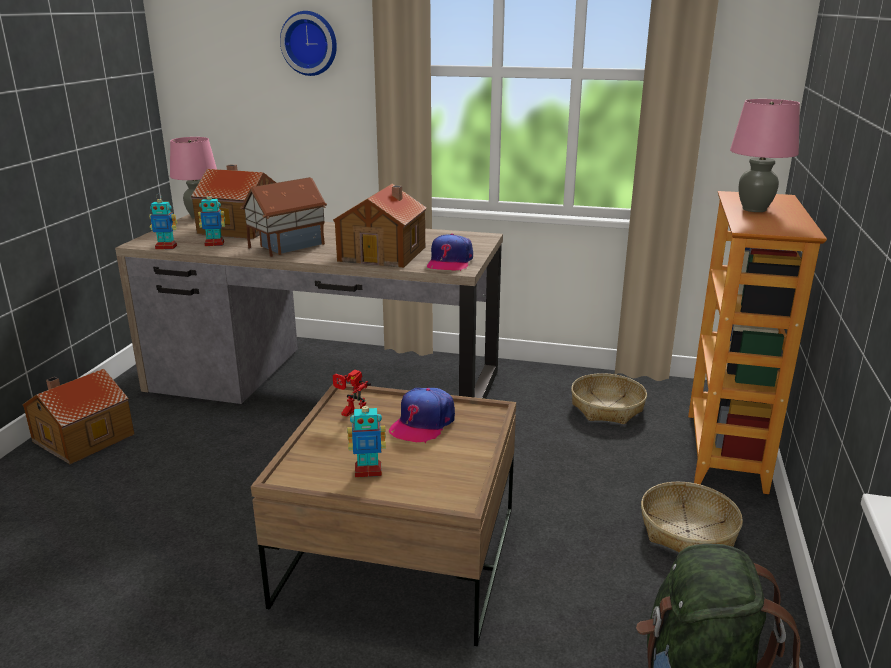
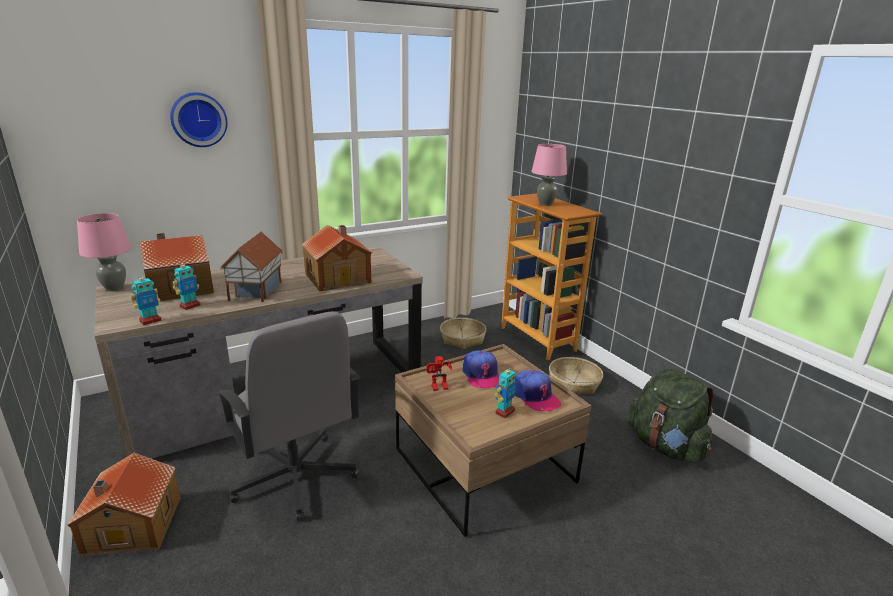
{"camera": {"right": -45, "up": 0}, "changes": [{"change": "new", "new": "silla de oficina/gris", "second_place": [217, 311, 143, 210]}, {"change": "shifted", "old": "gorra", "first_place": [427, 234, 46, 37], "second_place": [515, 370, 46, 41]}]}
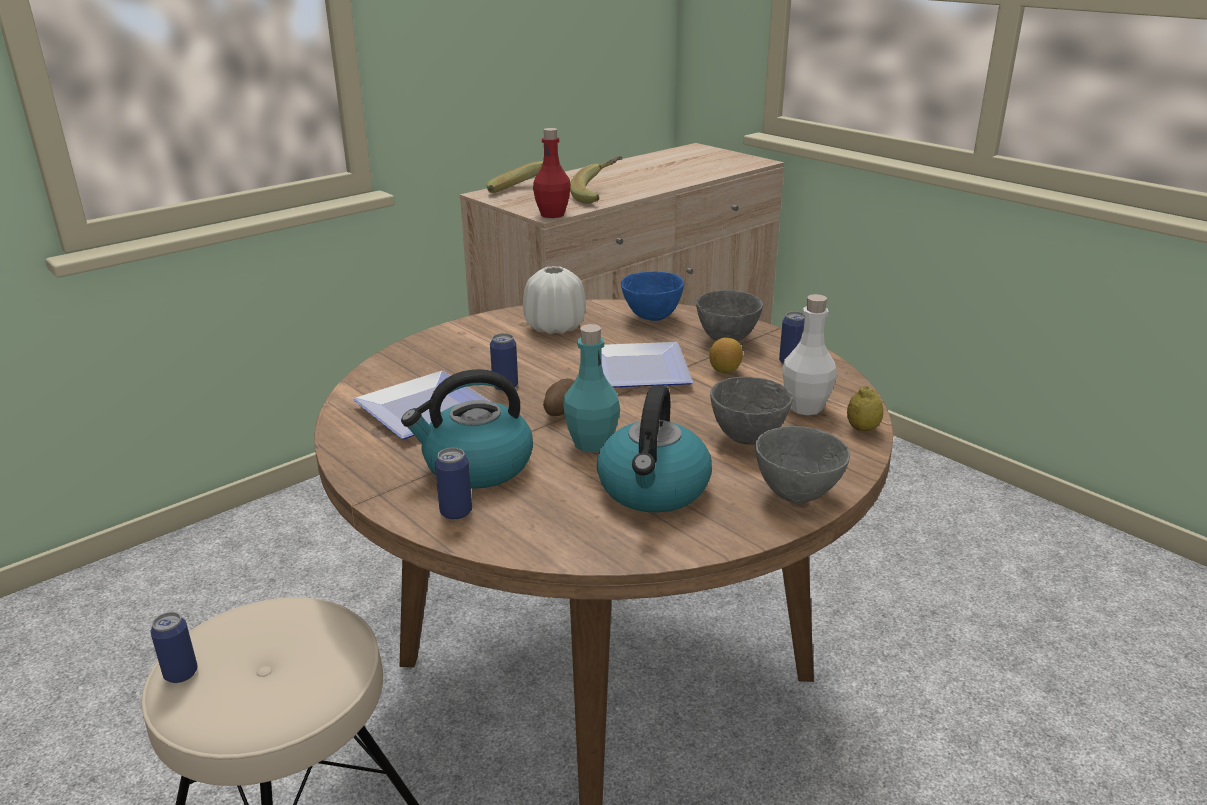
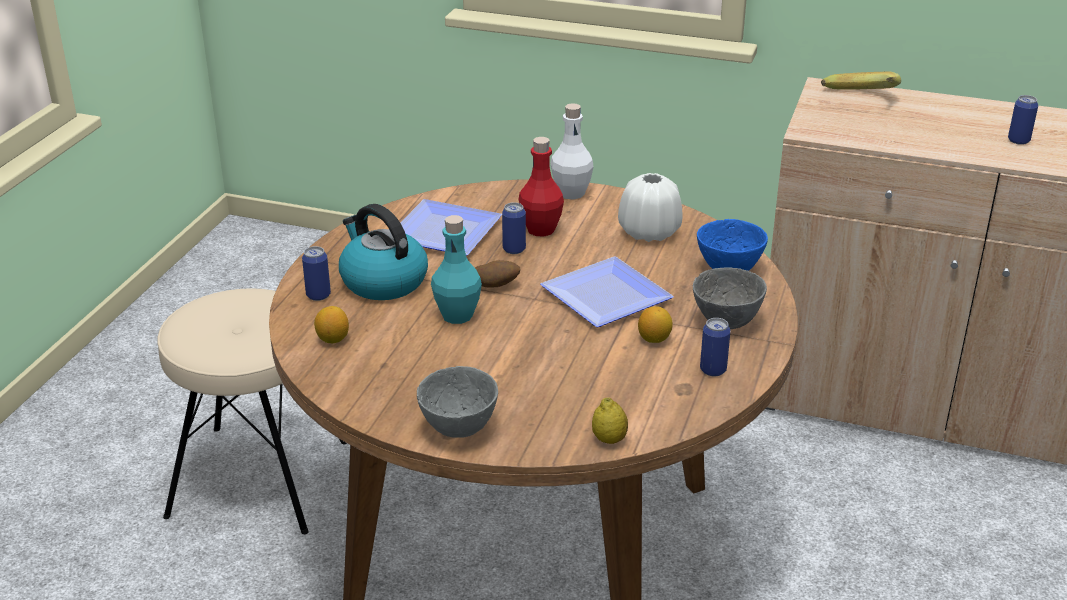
{"camera": {"right": 60, "up": 5}, "changes": [{"change": "gone", "old": "plátano", "first_place": [570, 156, 52, 48]}, {"change": "gone", "old": "hervidor", "first_place": [597, 385, 115, 128]}, {"change": "gone", "old": "cuenco/gris", "first_place": [710, 377, 83, 68]}, {"change": "new", "new": "limón", "second_place": [314, 306, 35, 37]}, {"change": "shifted", "old": "lata", "first_place": [150, 612, 48, 71], "second_place": [1008, 95, 30, 50]}, {"change": "shifted", "old": "botella/rojo", "first_place": [533, 128, 38, 90], "second_place": [519, 137, 45, 100]}, {"change": "shifted", "old": "botella/blanco", "first_place": [782, 294, 55, 121], "second_place": [550, 103, 44, 97]}]}
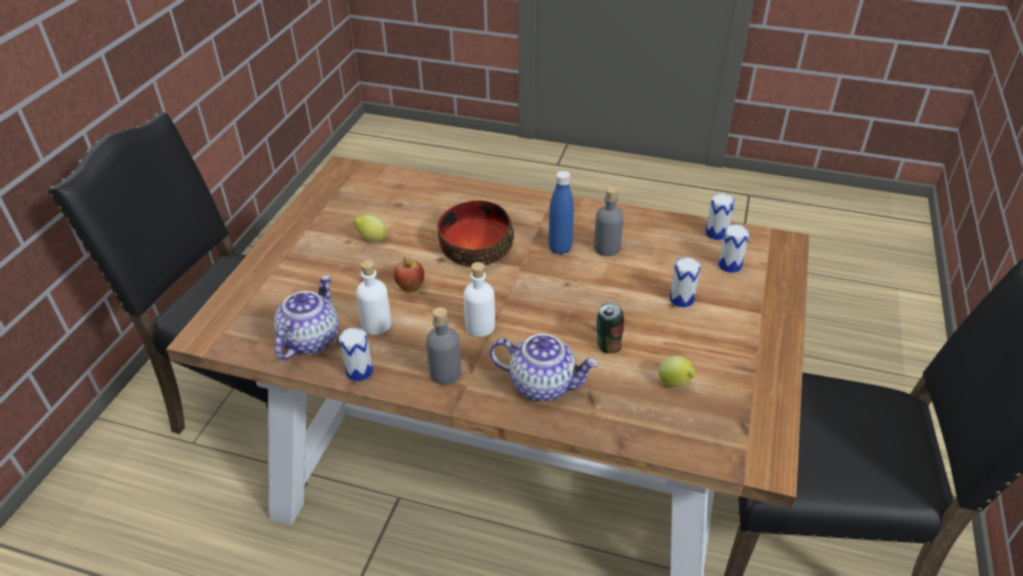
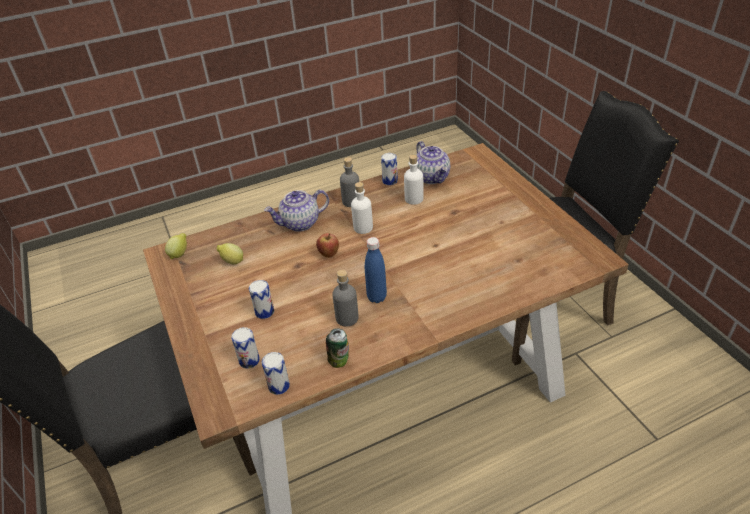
{"camera": {"right": 140, "up": 0}, "changes": [{"change": "gone", "old": "cuenco", "first_place": [437, 200, 77, 67]}, {"change": "shifted", "old": "limón", "first_place": [353, 215, 34, 27], "second_place": [165, 233, 22, 26]}, {"change": "shifted", "old": "manzana", "first_place": [394, 258, 30, 34], "second_place": [316, 233, 23, 25]}, {"change": "shifted", "old": "lata", "first_place": [597, 302, 27, 51], "second_place": [326, 328, 23, 40]}]}
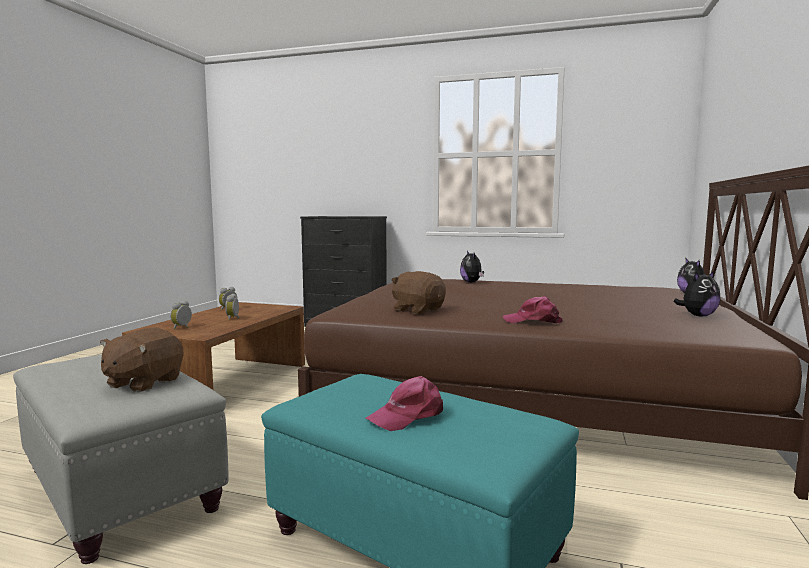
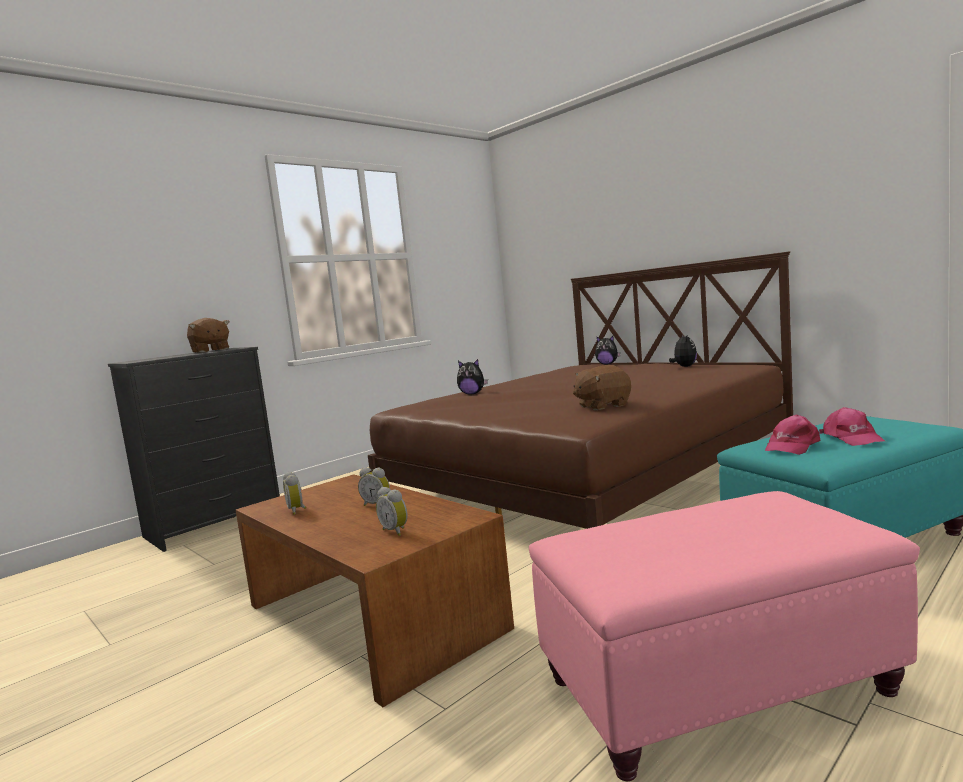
{"camera": {"right": -60, "up": 0}, "changes": [{"change": "shifted", "old": "peluche/marrón", "first_place": [100, 327, 83, 66], "second_place": [187, 318, 42, 34]}, {"change": "shifted", "old": "gorra/rosa", "first_place": [503, 296, 60, 27], "second_place": [765, 415, 56, 40]}, {"change": "repainted", "old": "puf/gris", "new": "puf/rosa", "first_place": [13, 355, 216, 209], "second_place": [529, 491, 391, 290]}]}
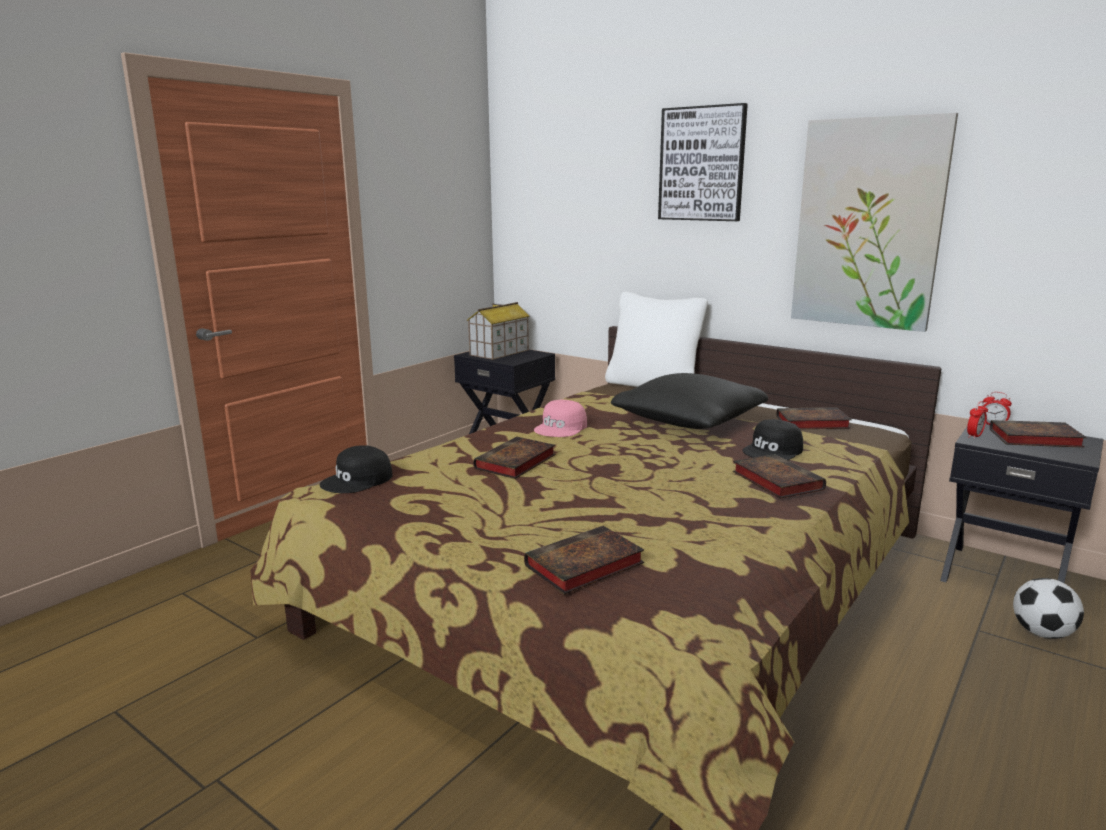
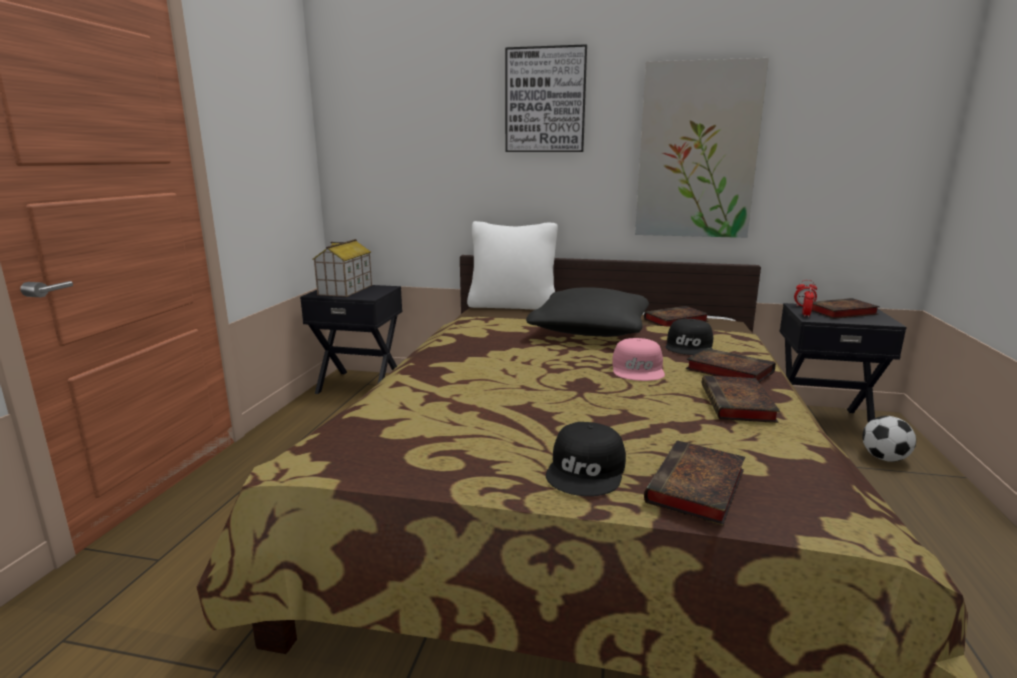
{"camera": {"right": -25, "up": 0}, "changes": [{"change": "shifted", "old": "gorra/negro", "first_place": [320, 445, 73, 48], "second_place": [546, 422, 80, 74]}, {"change": "shifted", "old": "libro", "first_place": [473, 437, 82, 42], "second_place": [702, 375, 78, 48]}, {"change": "shifted", "old": "gorra/rosa", "first_place": [534, 400, 53, 37], "second_place": [612, 338, 53, 43]}]}
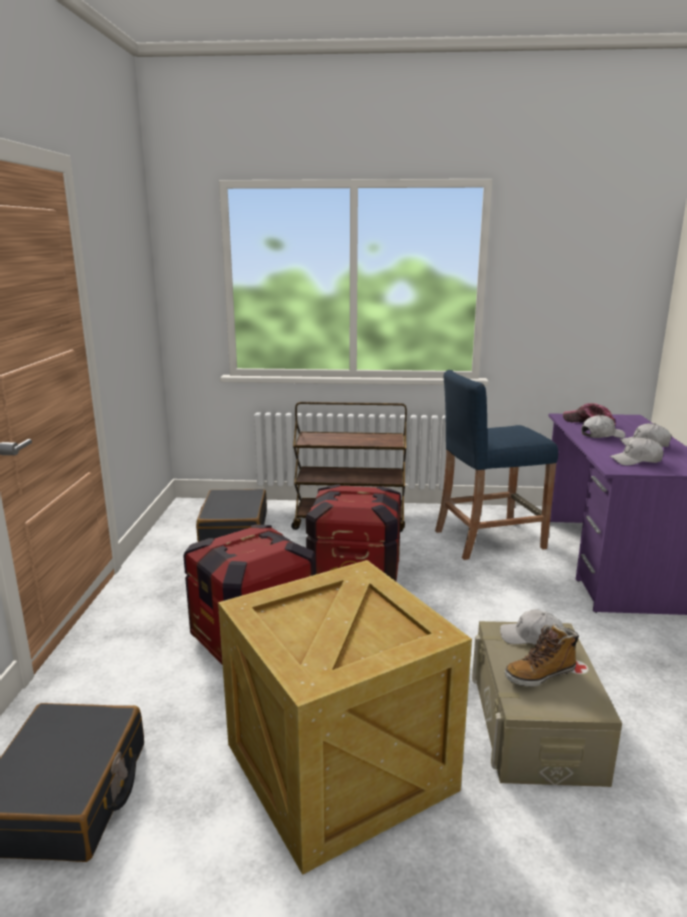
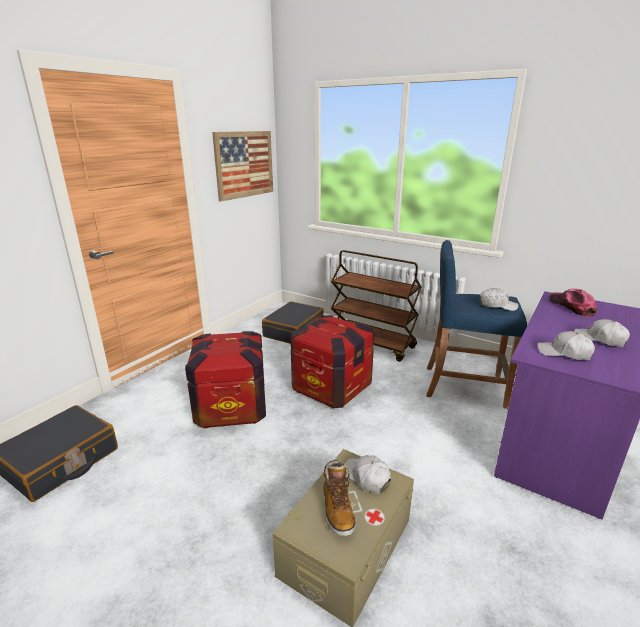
{"camera": {"right": 30, "up": 5}, "changes": [{"change": "gone", "old": "caja de embalaje", "first_place": [218, 560, 254, 315]}, {"change": "new", "new": "cuadro", "second_place": [212, 131, 61, 71]}, {"change": "shifted", "old": "gorra/blanco", "first_place": [581, 415, 44, 23], "second_place": [480, 288, 39, 23]}, {"change": "rotated", "old": "bota", "first_place": [505, 624, 74, 63], "second_place": [323, 460, 33, 76], "degrees": -105}]}
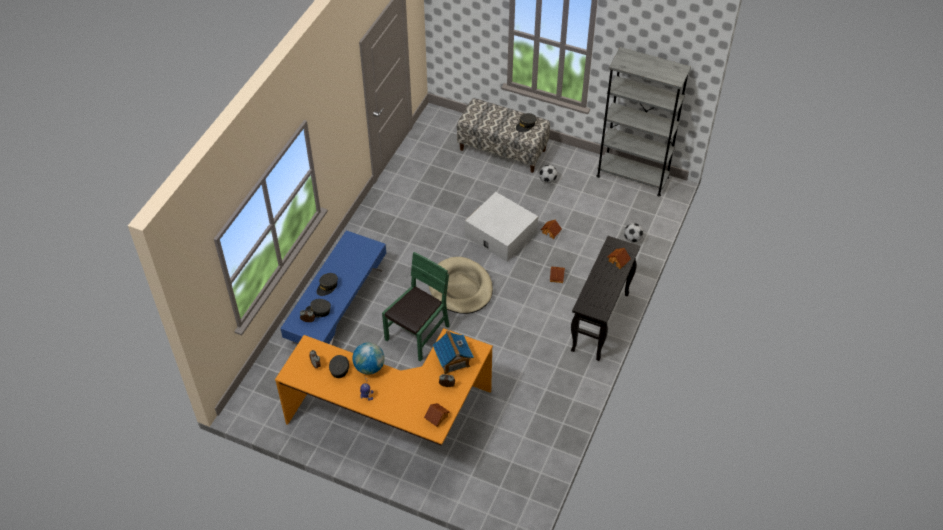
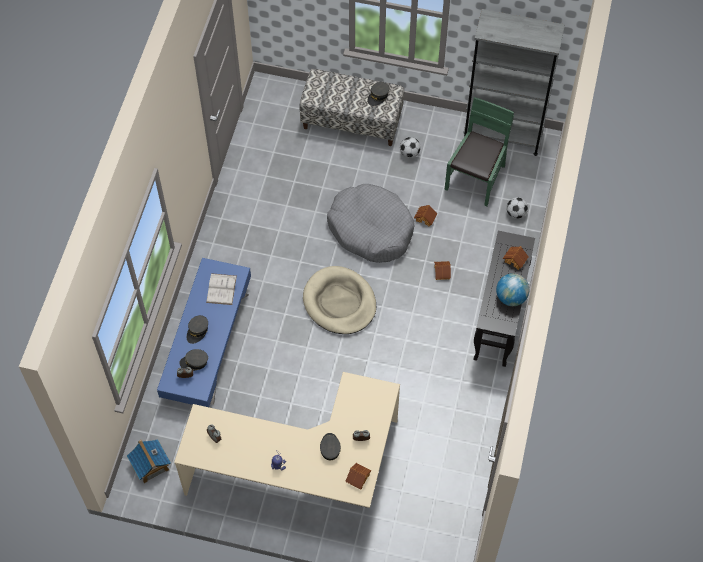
{"camera": {"right": -10, "up": 10}, "changes": [{"change": "new", "new": "libro/blanco", "second_place": [206, 273, 31, 32]}, {"change": "shifted", "old": "gorra/gris", "first_place": [329, 355, 20, 23], "second_place": [320, 433, 21, 27]}, {"change": "shifted", "old": "globo terráqueo", "first_place": [352, 342, 33, 33], "second_place": [496, 273, 33, 33]}, {"change": "shifted", "old": "silla/verde", "first_place": [382, 252, 67, 110], "second_place": [444, 97, 70, 109]}, {"change": "shifted", "old": "casita", "first_place": [433, 330, 41, 44], "second_place": [127, 439, 44, 44]}, {"change": "swapped", "old": "caja de almacenaje/blanco", "new": "cama para perro/gris", "first_place": [465, 192, 73, 70], "second_place": [327, 184, 87, 79]}, {"change": "repainted", "old": "escritorio/naranja", "new": "escritorio/beis", "first_place": [275, 328, 218, 117], "second_place": [174, 372, 226, 136]}]}
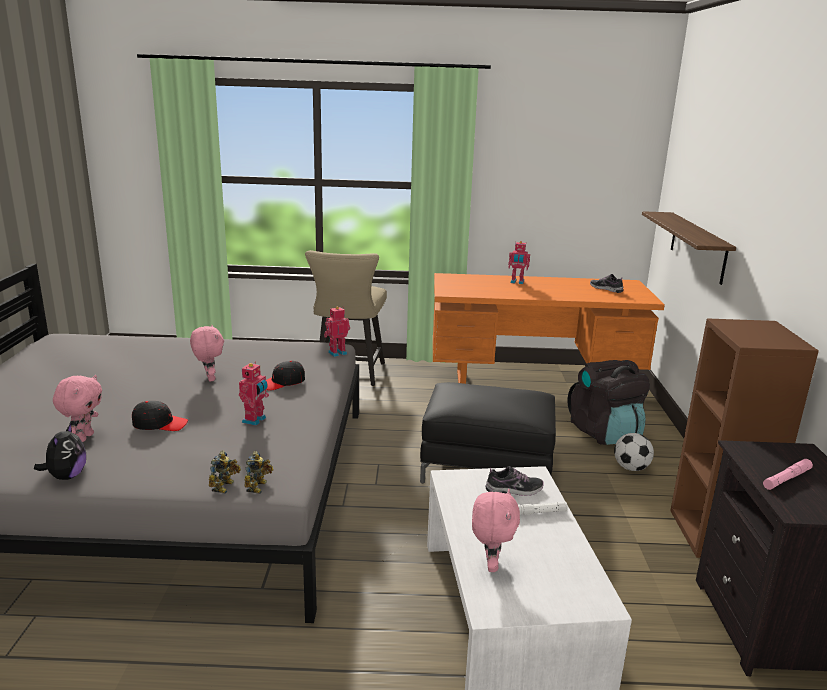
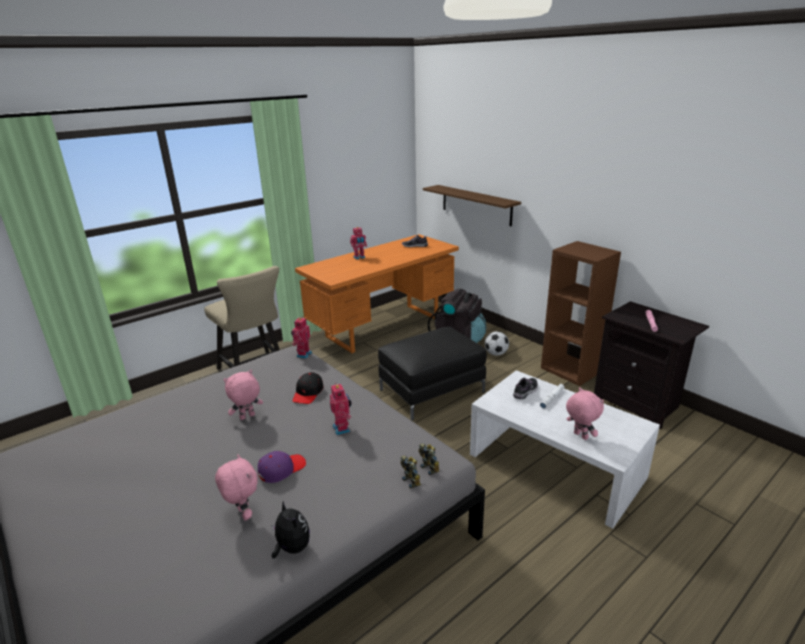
{"camera": {"right": -40, "up": 5}, "changes": [{"change": "repainted", "old": "gorra/negro", "new": "gorra/morado", "first_place": [132, 401, 56, 30], "second_place": [258, 451, 48, 32]}, {"change": "rotated", "old": "peluche/rosa", "first_place": [190, 325, 34, 56], "second_place": [223, 370, 40, 50], "degrees": -60}]}
